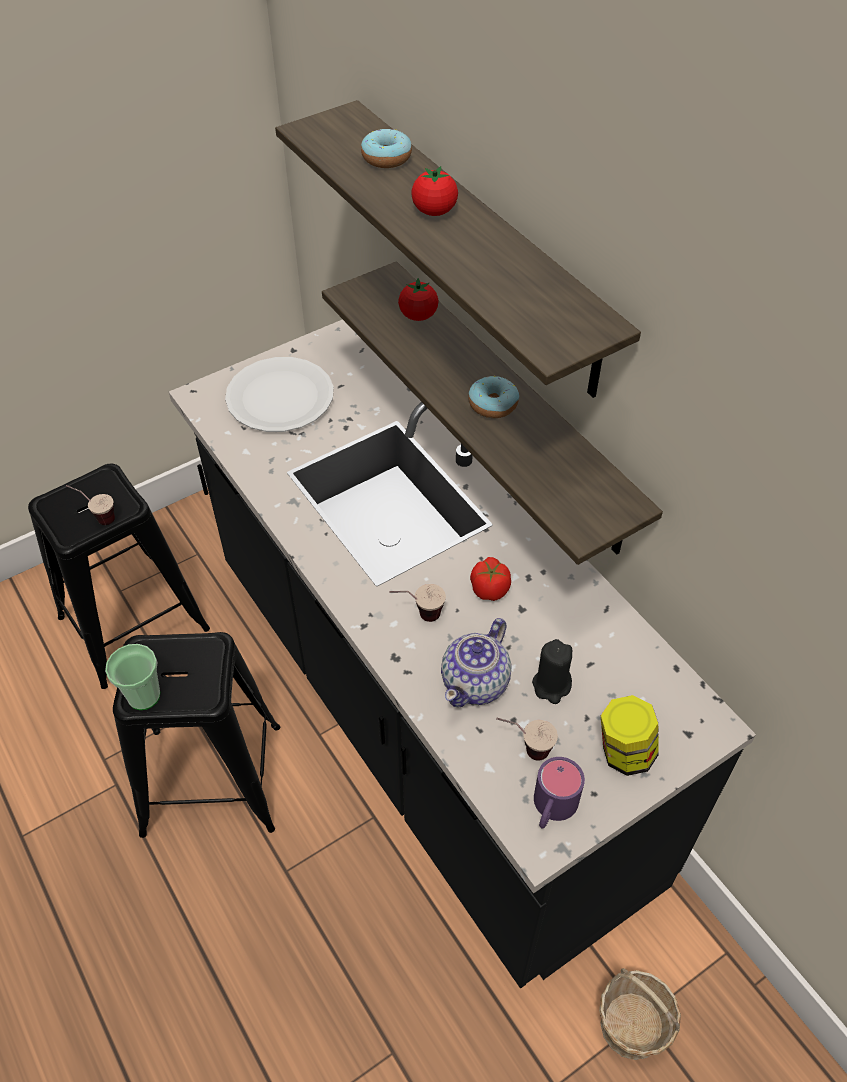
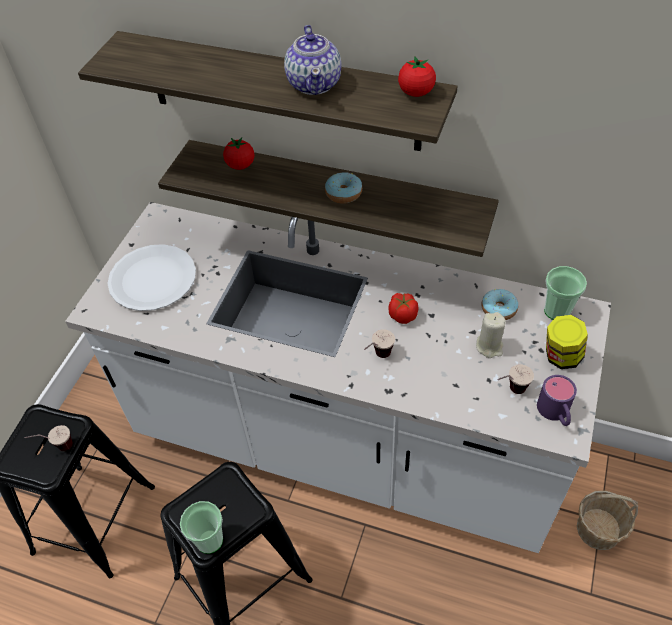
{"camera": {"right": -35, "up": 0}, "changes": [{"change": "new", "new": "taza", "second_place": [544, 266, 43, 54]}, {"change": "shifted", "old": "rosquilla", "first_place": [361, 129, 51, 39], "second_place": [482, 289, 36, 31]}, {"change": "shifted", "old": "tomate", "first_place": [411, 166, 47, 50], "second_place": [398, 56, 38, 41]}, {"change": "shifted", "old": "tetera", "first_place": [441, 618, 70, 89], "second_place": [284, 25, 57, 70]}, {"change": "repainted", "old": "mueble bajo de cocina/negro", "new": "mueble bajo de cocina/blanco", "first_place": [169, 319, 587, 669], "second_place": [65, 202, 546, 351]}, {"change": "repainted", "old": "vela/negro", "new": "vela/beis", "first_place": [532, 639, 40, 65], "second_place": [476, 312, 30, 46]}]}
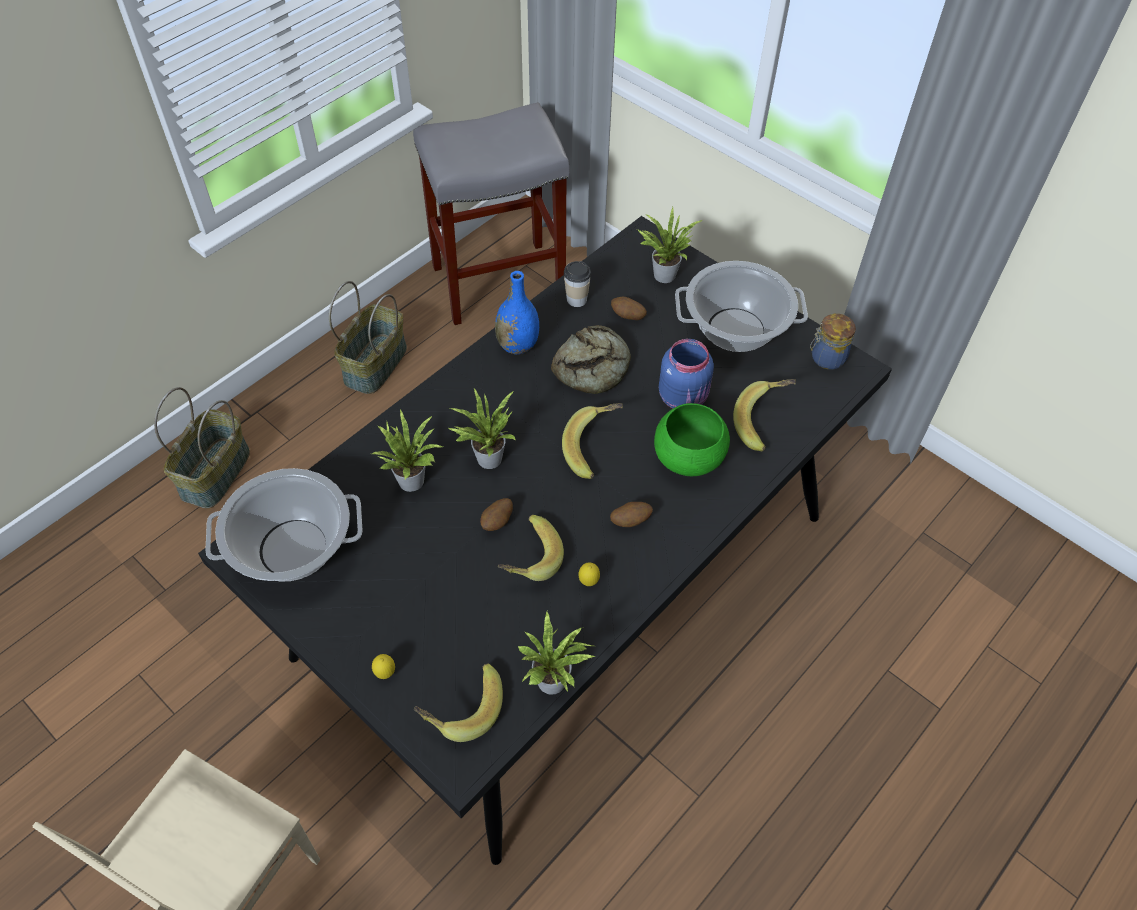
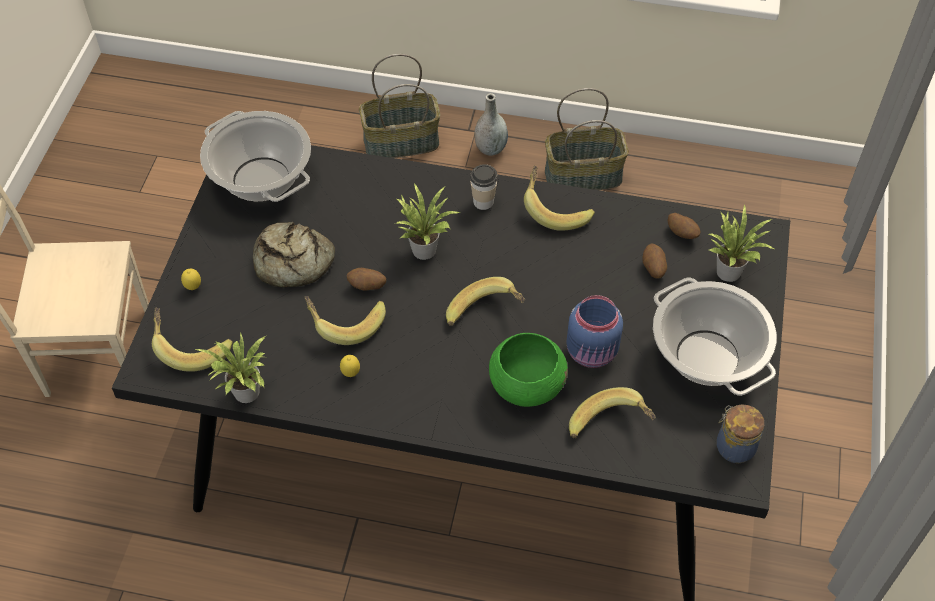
{"camera": {"right": 60, "up": 0}, "changes": [{"change": "gone", "old": "planta en maceta", "first_place": [372, 410, 71, 82]}, {"change": "gone", "old": "taburete/gris", "first_place": [413, 102, 157, 223]}, {"change": "new", "new": "florero/gris", "second_place": [474, 93, 34, 63]}, {"change": "shifted", "old": "pan", "first_place": [551, 325, 80, 69], "second_place": [253, 222, 82, 66]}, {"change": "shifted", "old": "taza", "first_place": [564, 261, 27, 46], "second_place": [470, 164, 28, 46]}, {"change": "shifted", "old": "patata", "first_place": [610, 502, 43, 25], "second_place": [668, 213, 32, 26]}, {"change": "swapped", "old": "florero/azul", "new": "plátano", "first_place": [495, 271, 44, 83], "second_place": [524, 165, 71, 66]}]}
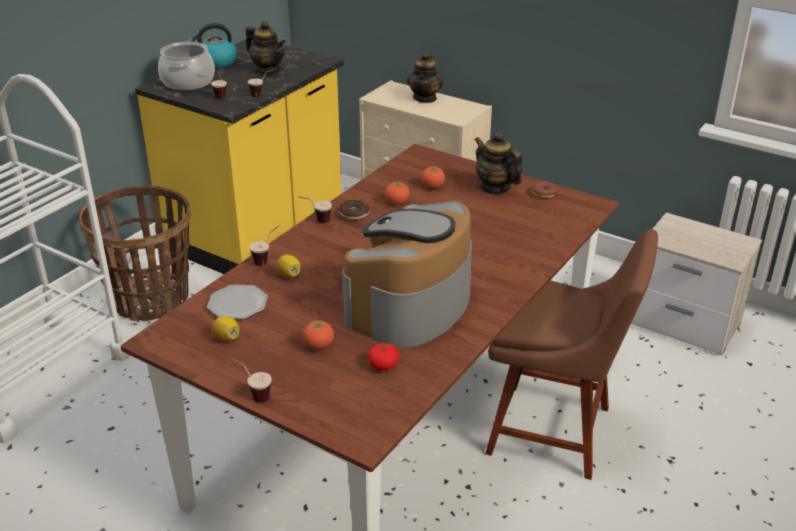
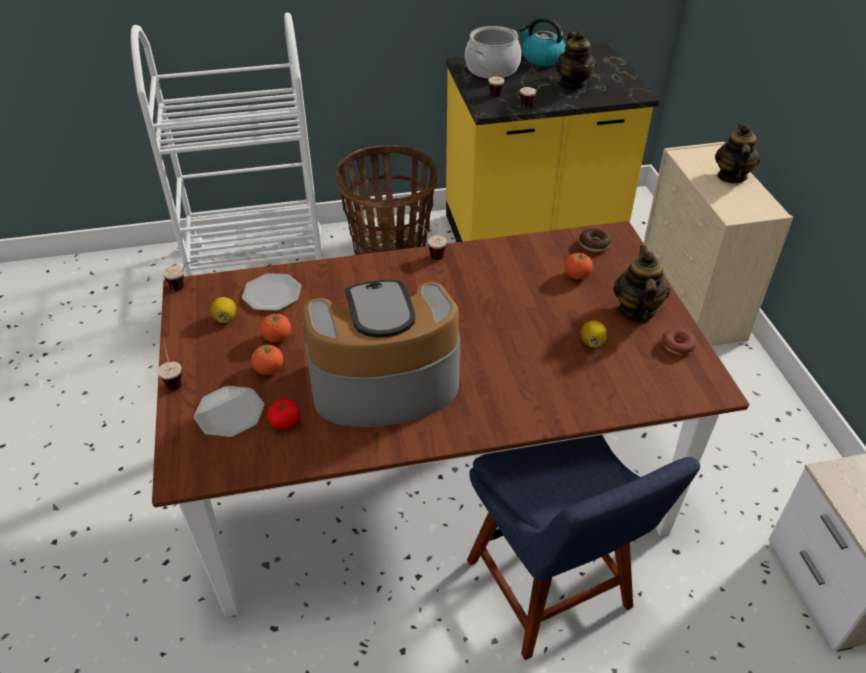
{"camera": {"right": 45, "up": 10}, "changes": [{"change": "new", "new": "plato", "second_place": [194, 386, 71, 51]}, {"change": "shifted", "old": "taza", "first_place": [249, 225, 30, 41], "second_place": [163, 261, 34, 30]}, {"change": "shifted", "old": "limón", "first_place": [276, 254, 25, 24], "second_place": [581, 320, 26, 28]}, {"change": "shifted", "old": "rosquilla", "first_place": [339, 200, 31, 20], "second_place": [579, 228, 32, 24]}, {"change": "shifted", "old": "tomate", "first_place": [385, 181, 25, 24], "second_place": [260, 313, 31, 30]}, {"change": "repainted", "old": "silla/marrón", "new": "silla/azul", "first_place": [485, 229, 173, 251], "second_place": [467, 435, 233, 225]}, {"change": "rotated", "old": "tetera", "first_place": [407, 52, 36, 51], "second_place": [715, 124, 45, 59], "degrees": 135}]}
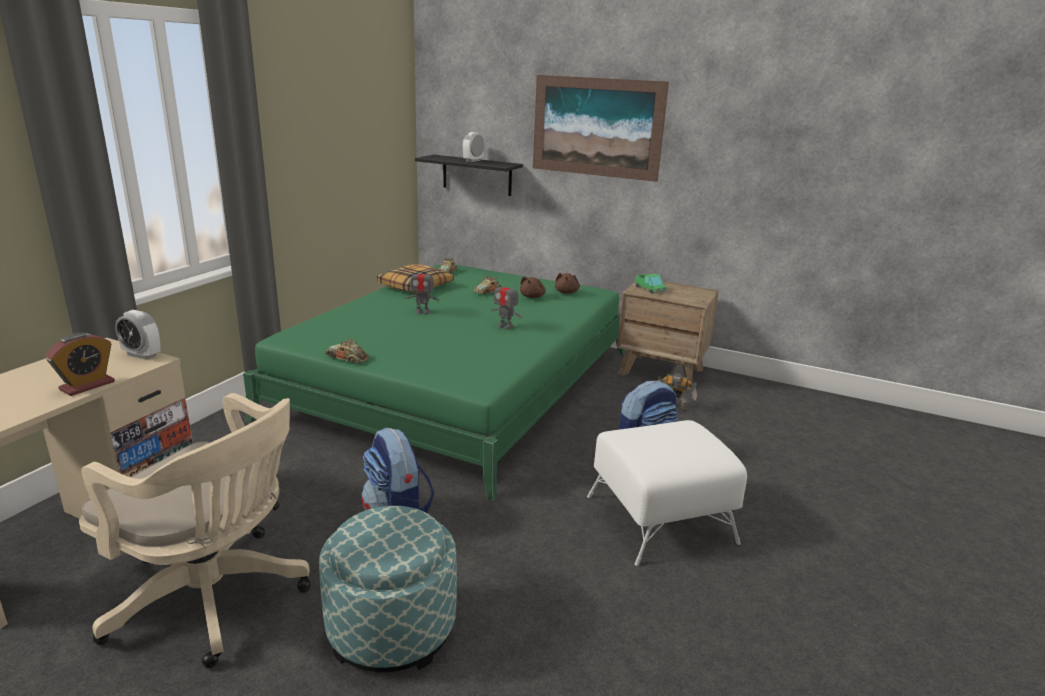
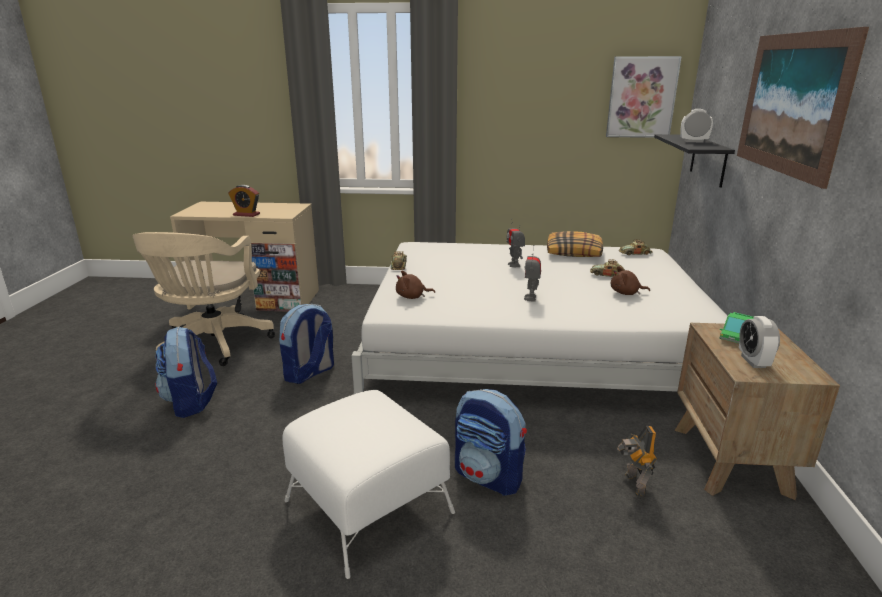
{"camera": {"right": 70, "up": 0}, "changes": [{"change": "new", "new": "cuadro", "second_place": [606, 56, 76, 82]}, {"change": "shifted", "old": "despertador", "first_place": [115, 310, 46, 50], "second_place": [739, 316, 41, 52]}, {"change": "shifted", "old": "peluche/marrón", "first_place": [555, 273, 25, 21], "second_place": [396, 271, 39, 28]}, {"change": "swapped", "old": "puf", "new": "mochila", "first_place": [319, 506, 138, 166], "second_place": [155, 326, 62, 92]}, {"change": "repainted", "old": "cama/verde", "new": "cama/blanco", "first_place": [243, 264, 382, 236], "second_place": [351, 242, 377, 152]}]}
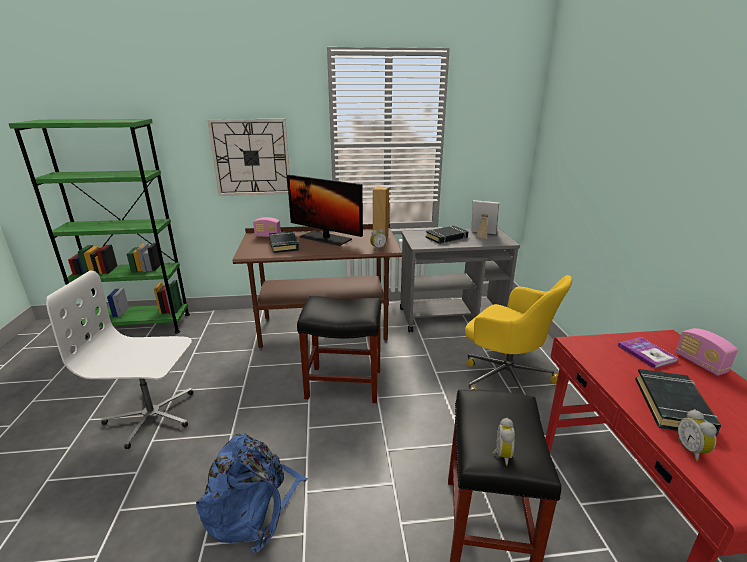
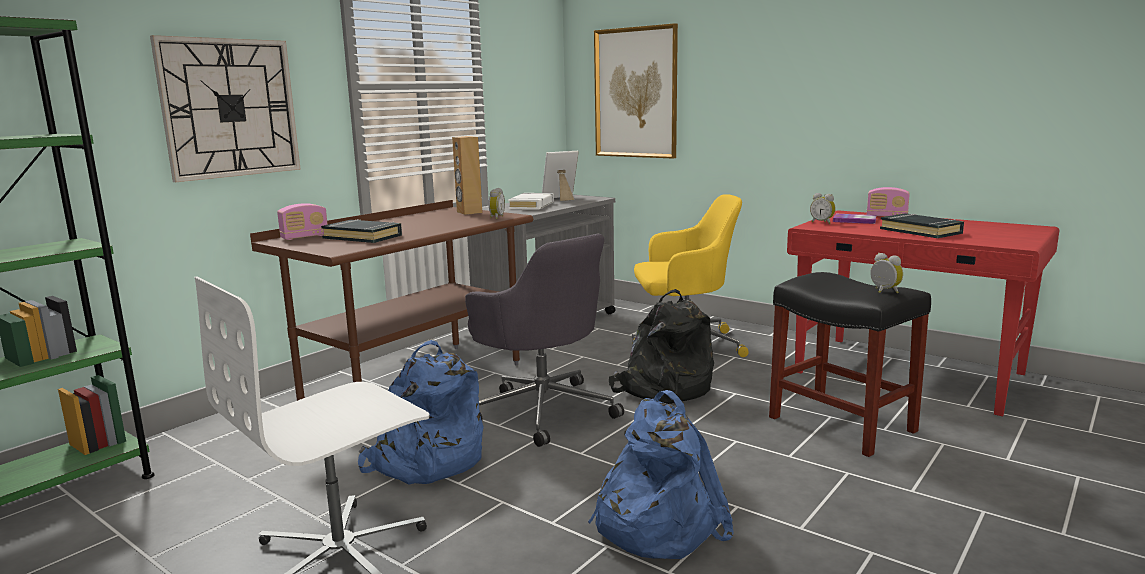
{"camera": {"right": -45, "up": -10}, "changes": [{"change": "gone", "old": "monitor", "first_place": [287, 175, 76, 71]}, {"change": "new", "new": "mochila/azul", "second_place": [358, 340, 126, 145]}, {"change": "new", "new": "cuadro", "second_place": [594, 23, 84, 136]}, {"change": "new", "new": "mochila/negro", "second_place": [609, 289, 105, 115]}, {"change": "shifted", "old": "despertador", "first_place": [677, 409, 40, 53], "second_place": [810, 193, 26, 31]}, {"change": "swapped", "old": "taburete/negro", "new": "silla de oficina/gris", "first_place": [297, 296, 84, 107], "second_place": [465, 234, 159, 213]}, {"change": "repainted", "old": "libro/negro", "new": "libro/blanco", "first_place": [426, 226, 42, 18], "second_place": [508, 193, 46, 17]}]}
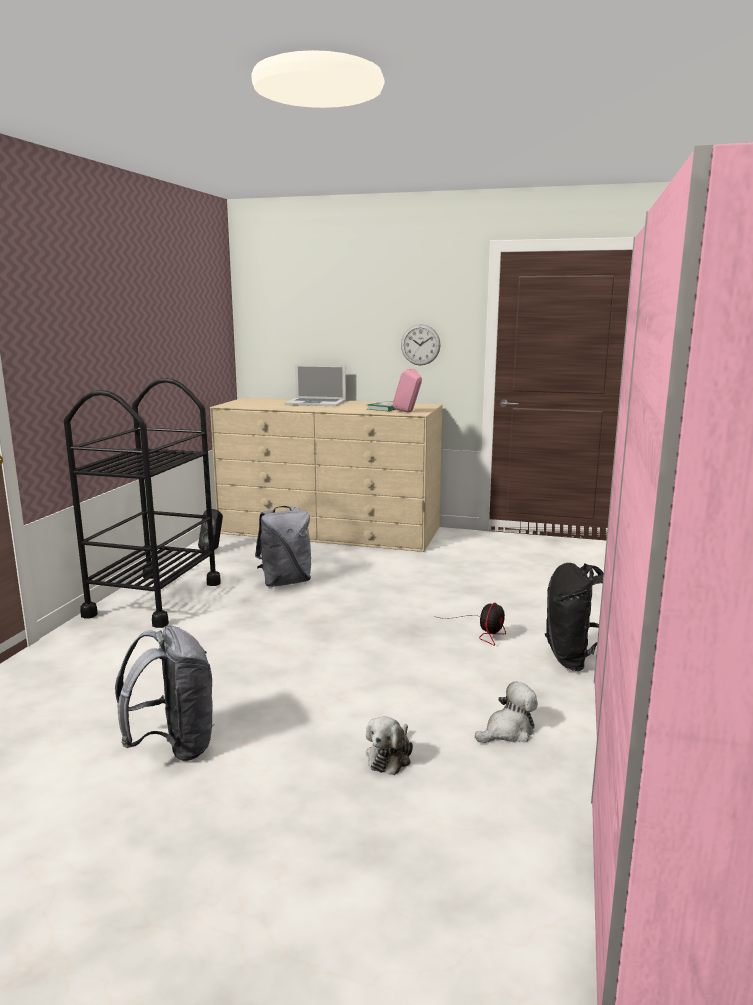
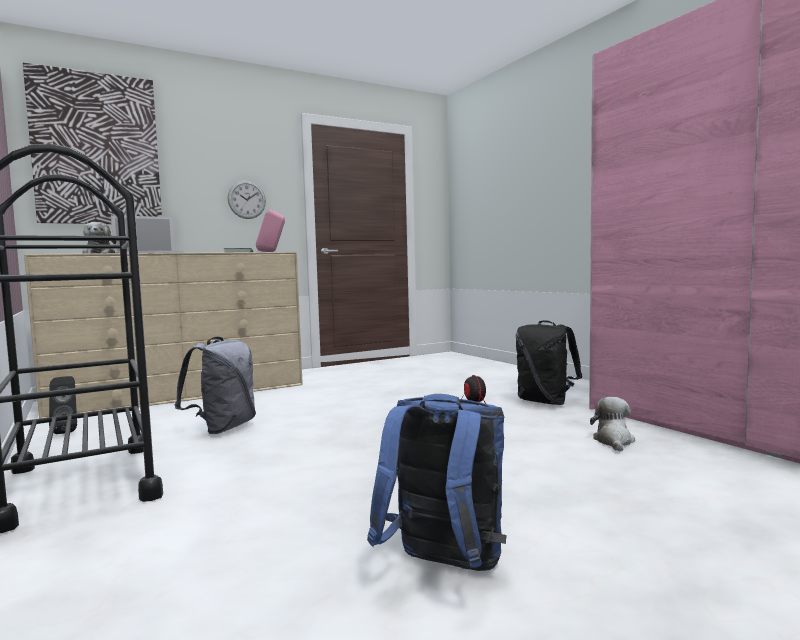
{"camera": {"right": -45, "up": -10}, "changes": [{"change": "new", "new": "cuadro", "second_place": [23, 63, 139, 161]}, {"change": "shifted", "old": "peluche", "first_place": [366, 716, 47, 59], "second_place": [82, 222, 35, 32]}, {"change": "repainted", "old": "mochila/gris", "new": "mochila/azul", "first_place": [115, 626, 99, 135], "second_place": [367, 394, 140, 177]}]}
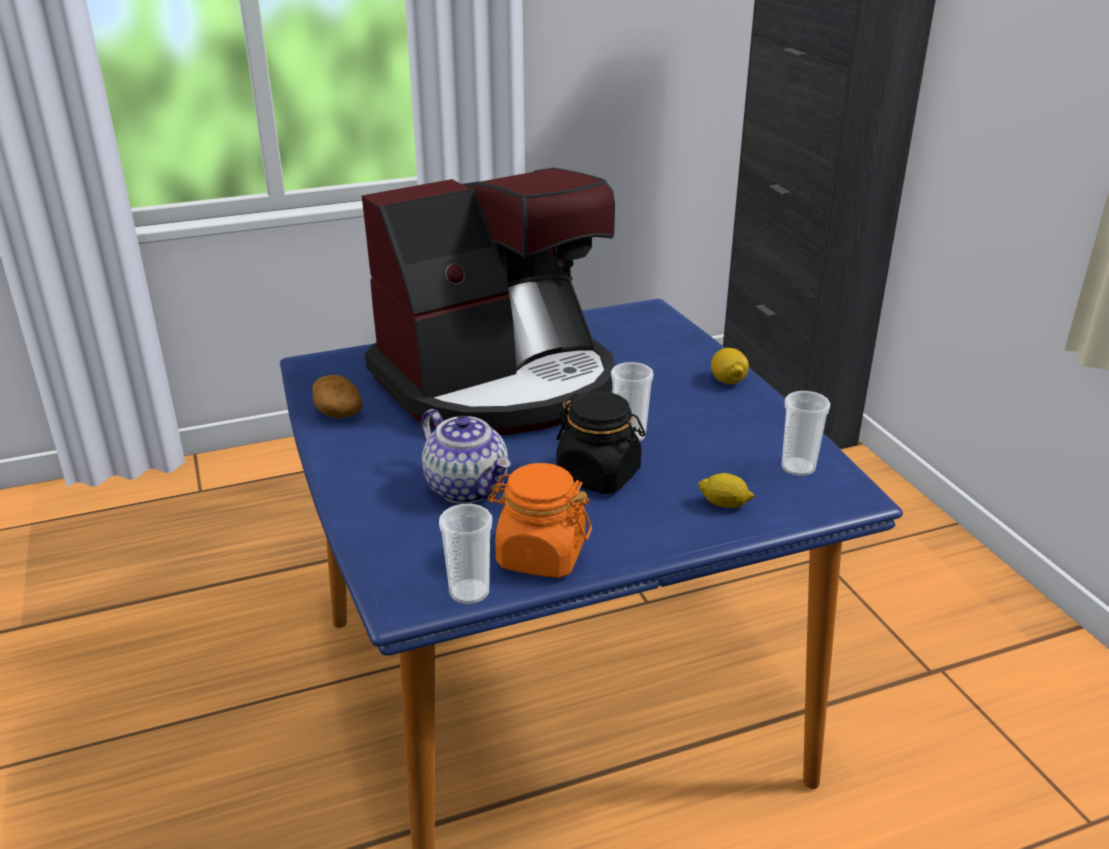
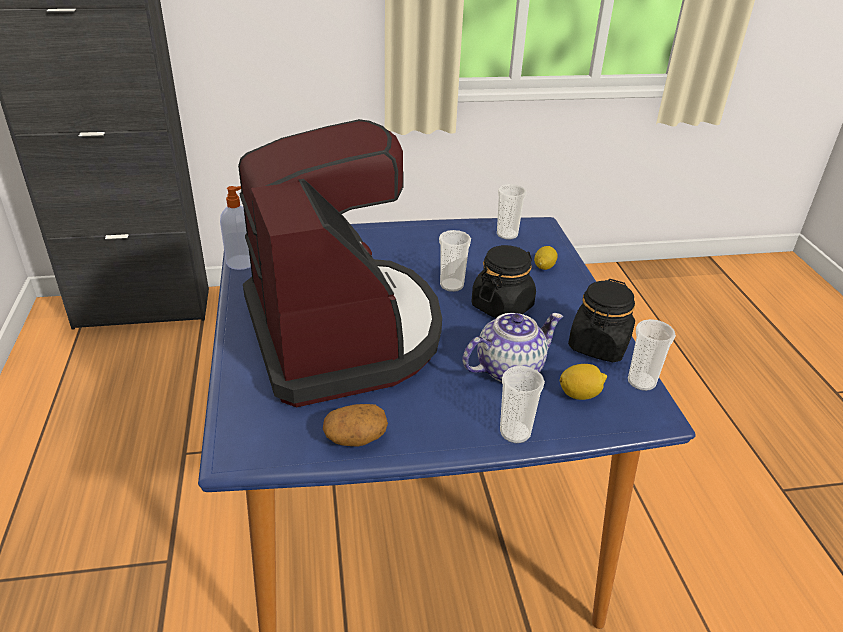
{"camera": {"right": -80, "up": 5}, "changes": [{"change": "new", "new": "dispensador de jabón", "second_place": [220, 186, 31, 84]}, {"change": "new", "new": "taza", "second_place": [500, 366, 45, 77]}, {"change": "shifted", "old": "limón", "first_place": [711, 348, 38, 36], "second_place": [560, 364, 47, 36]}, {"change": "repainted", "old": "tarro/naranja", "new": "tarro/negro", "first_place": [488, 463, 104, 115], "second_place": [568, 279, 67, 83]}]}
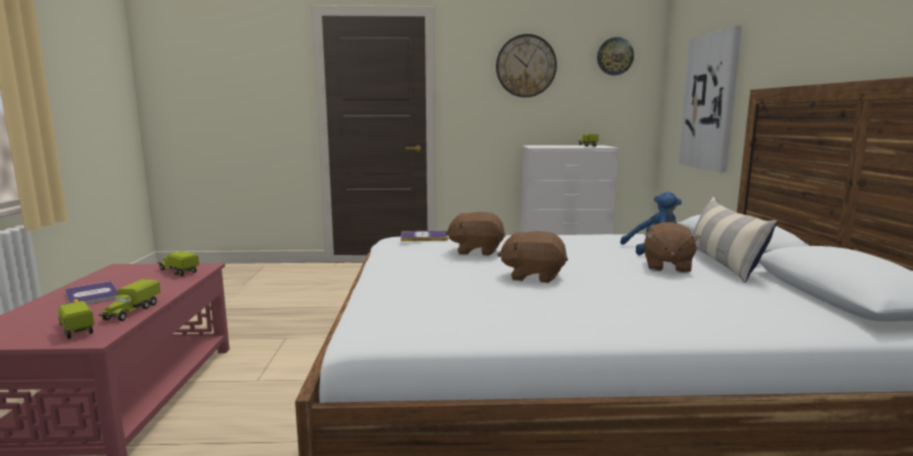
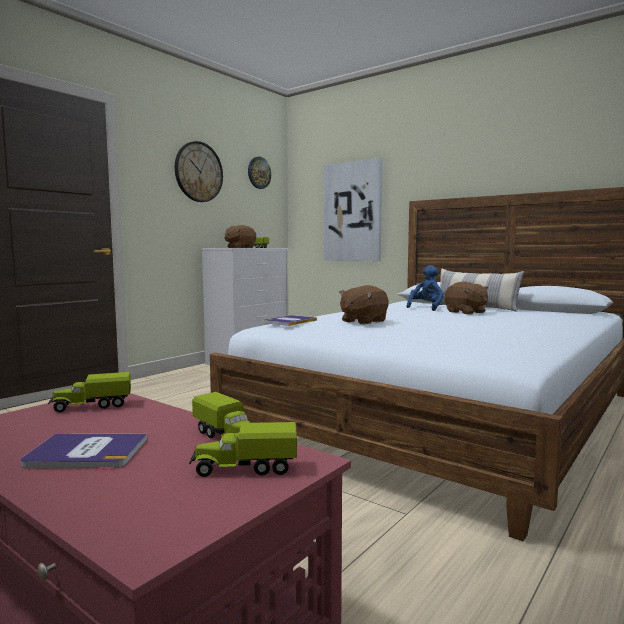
{"camera": {"right": -50, "up": -5}, "changes": [{"change": "shifted", "old": "peluche/marrón", "first_place": [497, 231, 71, 52], "second_place": [224, 225, 32, 23]}]}
